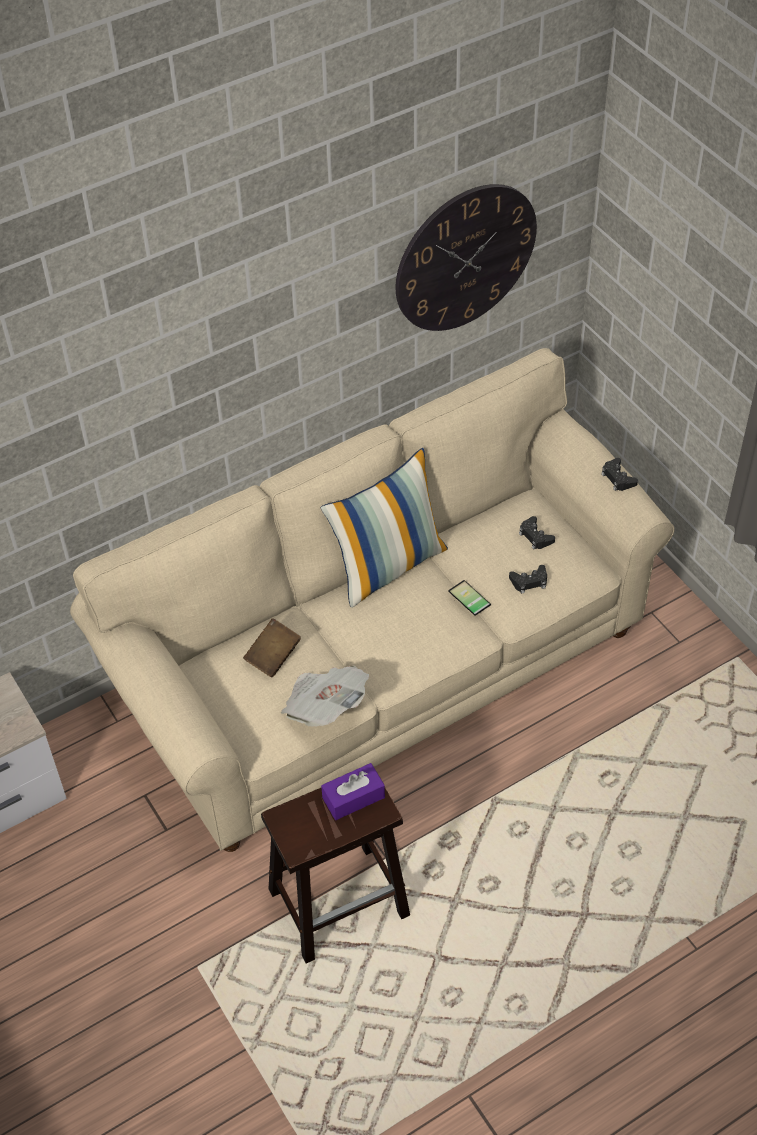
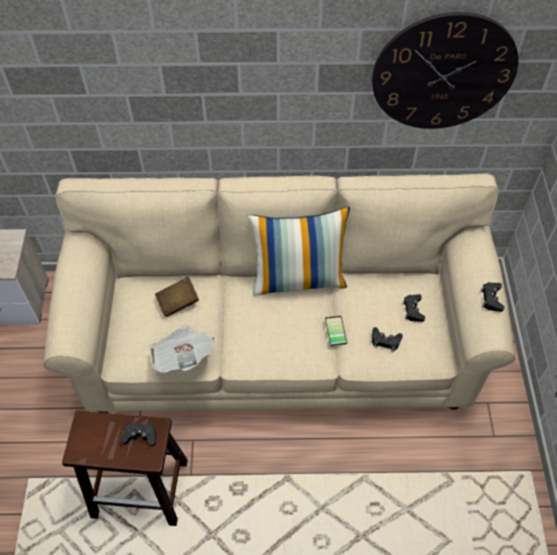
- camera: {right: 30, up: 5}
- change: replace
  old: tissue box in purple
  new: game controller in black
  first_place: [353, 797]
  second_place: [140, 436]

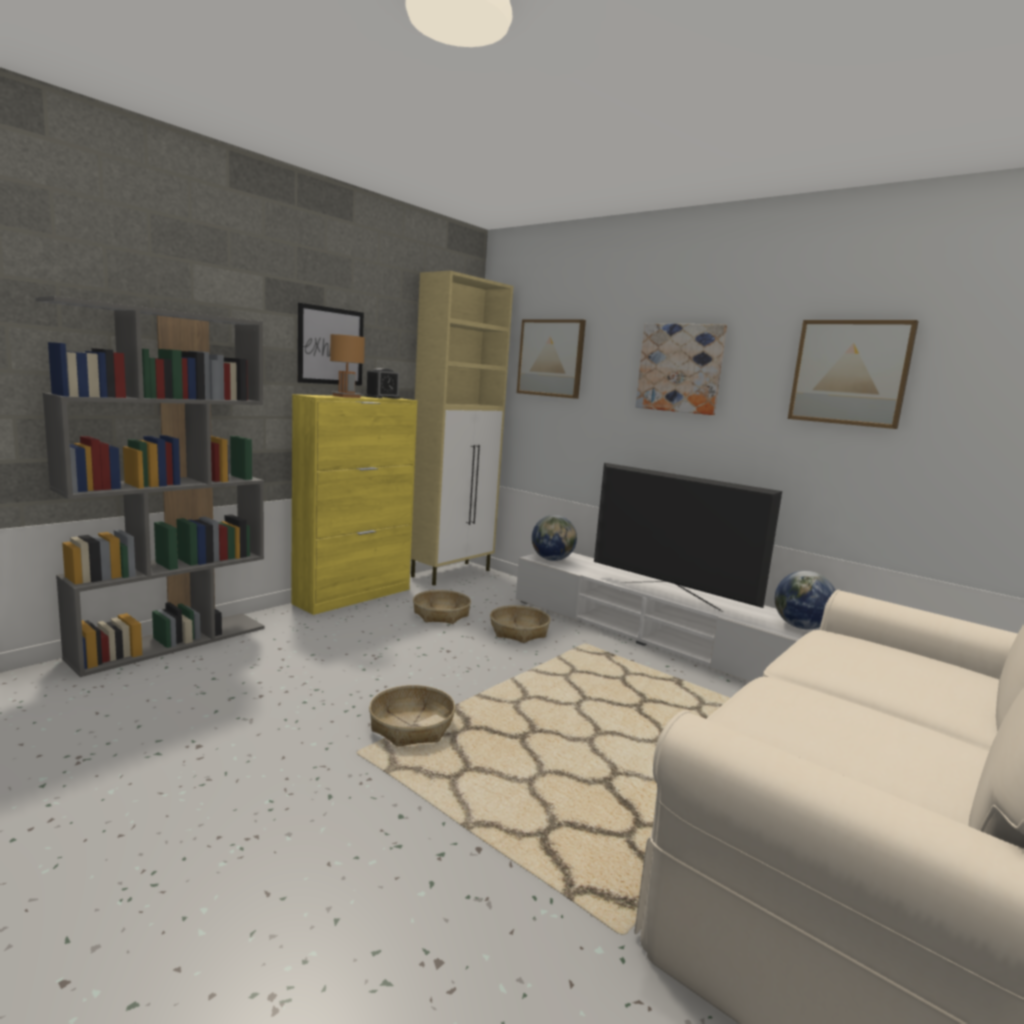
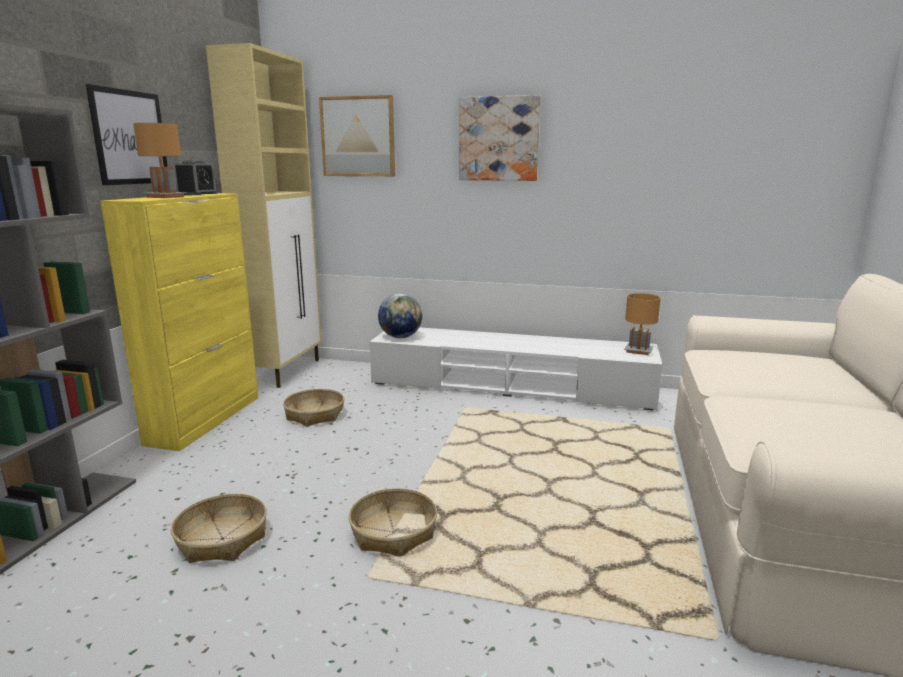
- camera: {right: -25, up: 5}
- change: move
  old: basket
  first_place: [519, 631]
  second_place: [222, 538]
- change: delete
  old: television
  first_place: [670, 596]
- change: replace
  old: globe
  new: table lamp in brown
  first_place: [800, 627]
  second_place: [638, 351]
- change: delete
  old: picture
  first_place: [850, 373]

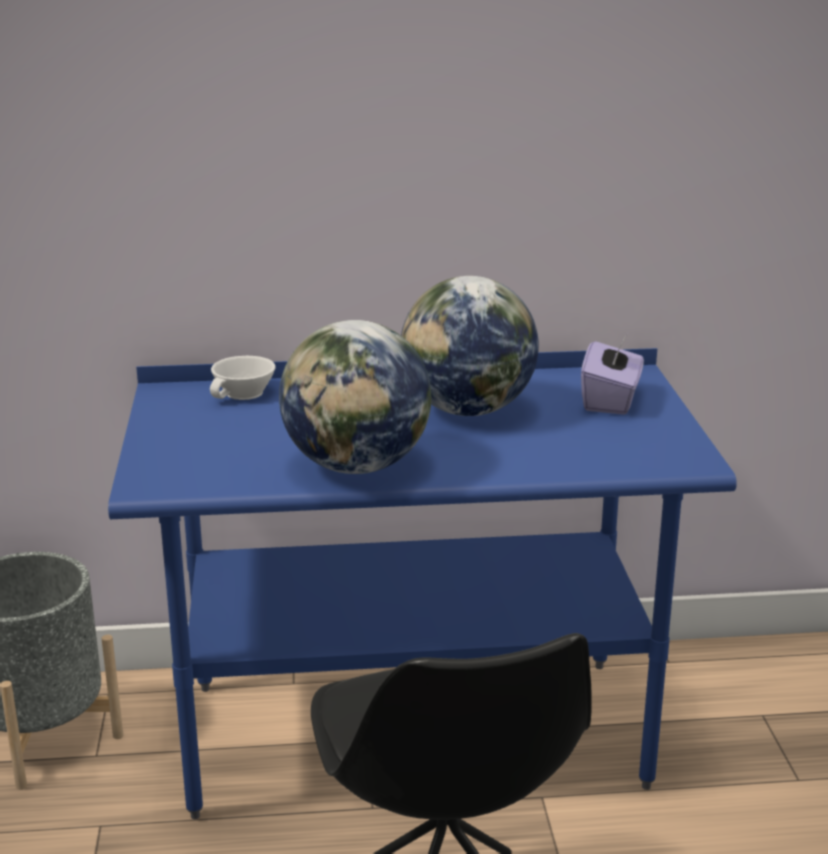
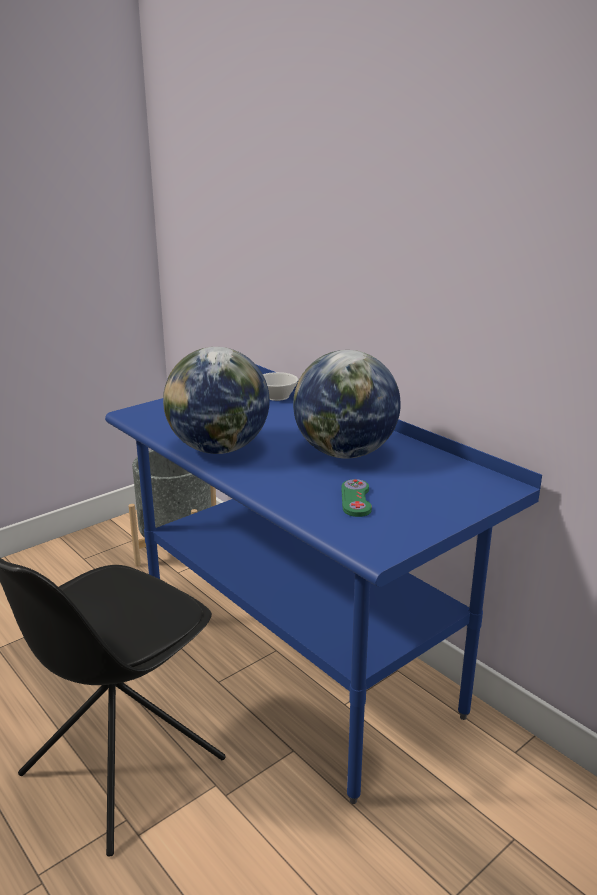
- camera: {right: 55, up: 0}
- change: delete
  old: tissue box in purple
  first_place: [610, 400]
- change: insert
  new: game controller in green
  second_place: [356, 499]

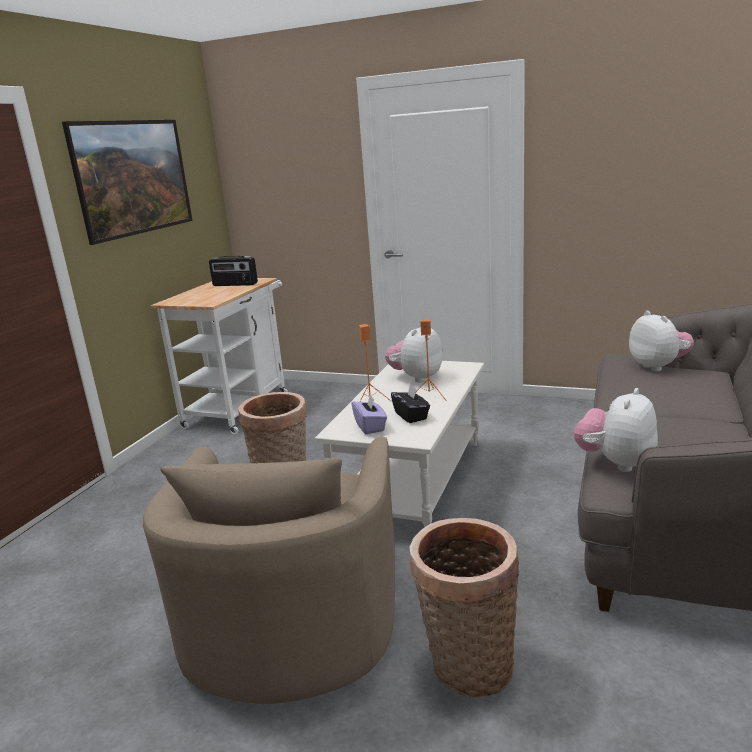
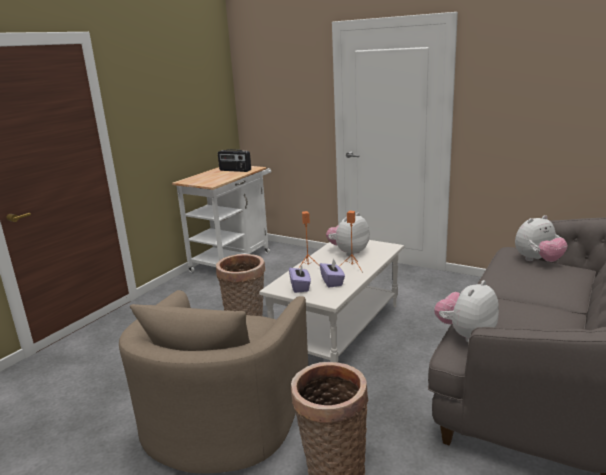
- camera: {right: 10, up: 0}
- change: delete
  old: picture
  first_place: [139, 205]
- change: recolor
  old: tissue box in black
  new: tissue box in purple
  first_place: [411, 416]
  second_place: [332, 282]
- change: rotate
  old: plush toy
  first_place: [658, 366]
  second_place: [538, 261]
  degrees: 75

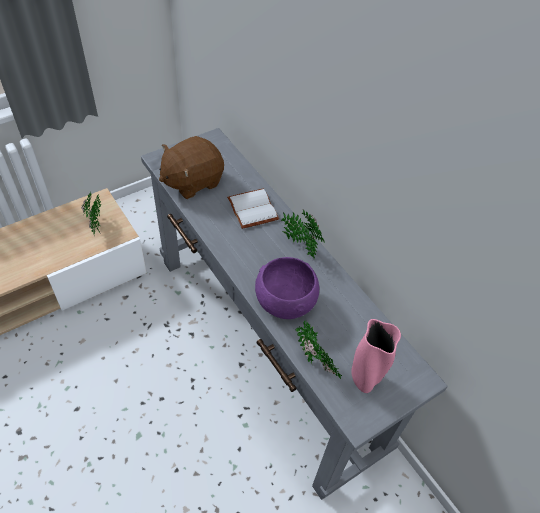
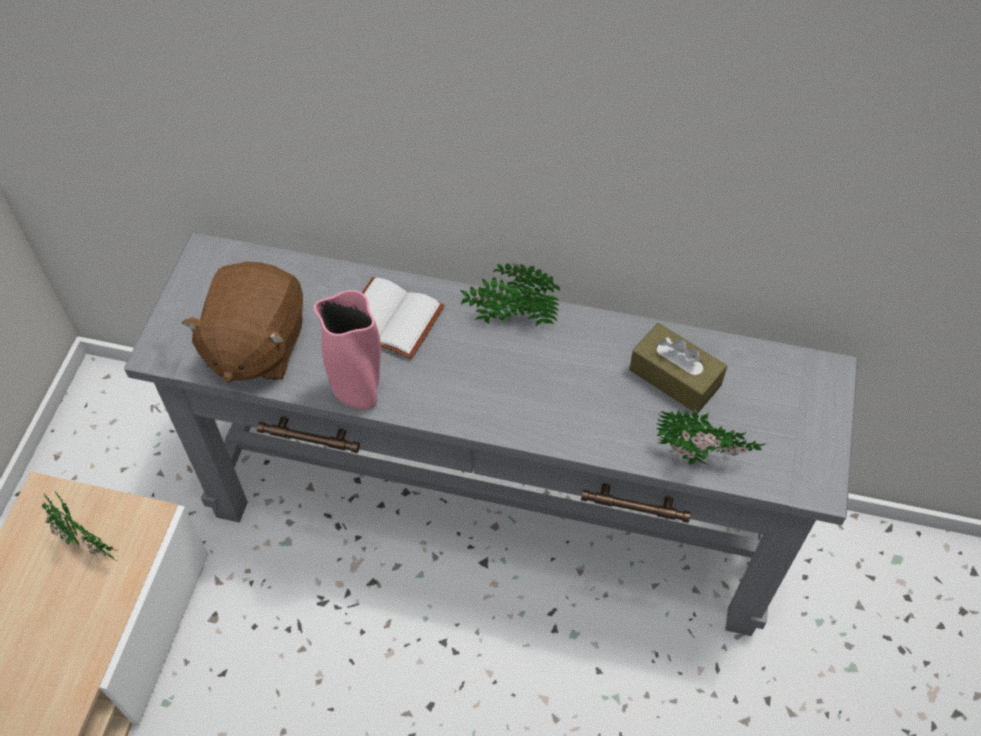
- camera: {right: -40, up: 5}
- change: delete
  old: bowl in purple
  first_place: [285, 302]
- change: move
  old: vase in pink
  first_place: [364, 380]
  second_place: [359, 393]
- change: insert
  new: tissue box in brown
  second_place: [674, 377]

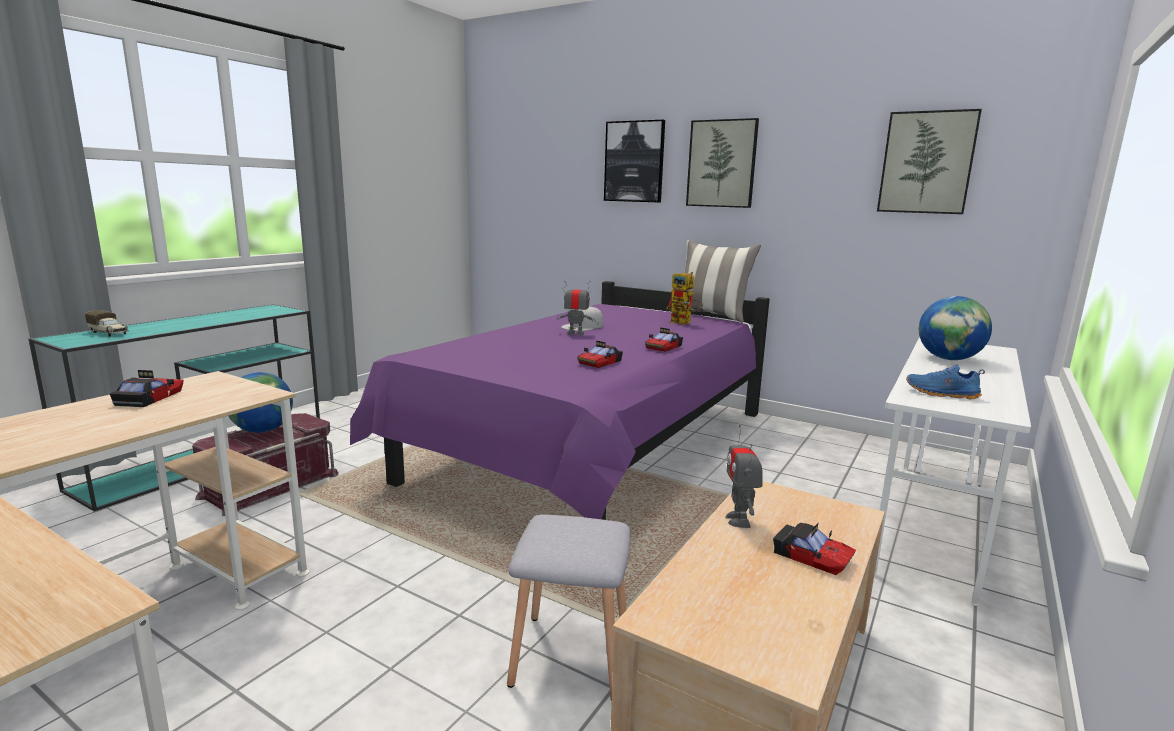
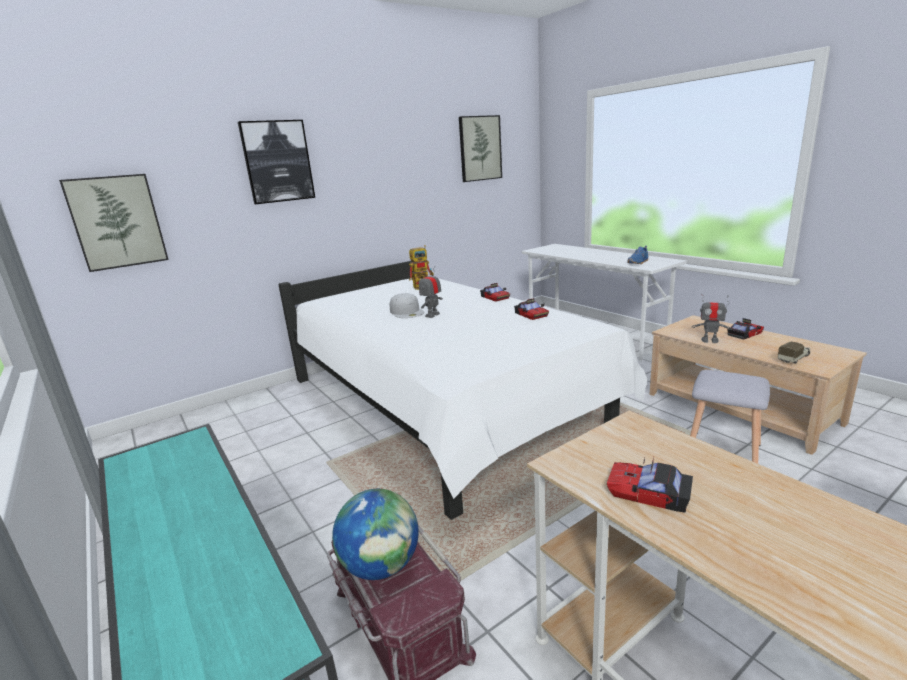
- camera: {right: -65, up: 5}
- change: move
  old: toy truck
  first_place: [109, 333]
  second_place: [793, 358]
- change: recolor
  old: bed in purple
  new: bed in white
  first_place: [592, 449]
  second_place: [441, 406]
- change: delete
  old: pillow
  first_place: [711, 315]
- change: move
  old: picture
  first_place: [722, 164]
  second_place: [117, 222]
- change: delete
  old: globe
  first_place: [949, 359]

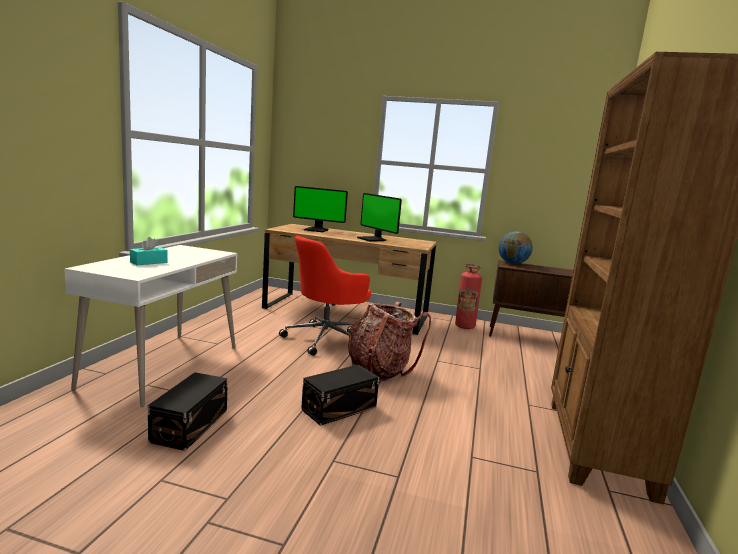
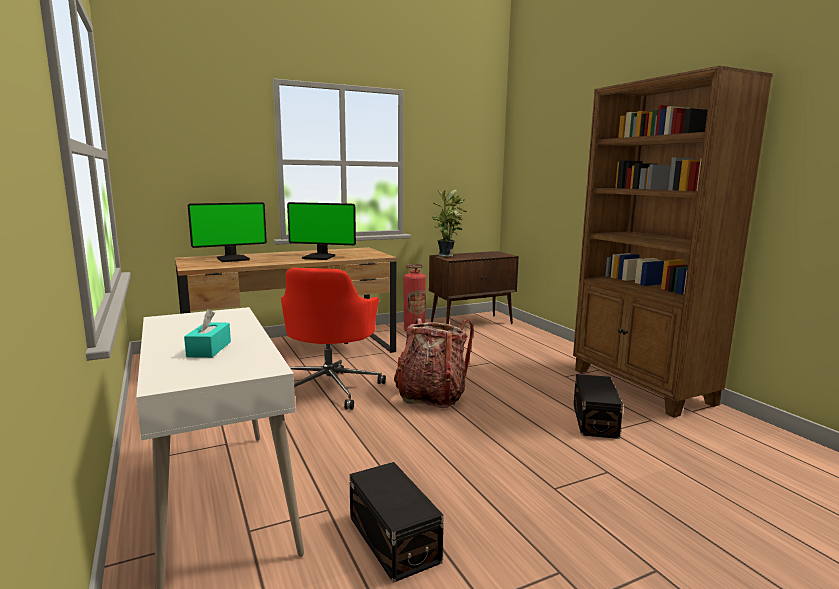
- camera: {right: -40, up: 0}
- change: move
  old: storage box in black
  first_place: [338, 408]
  second_place: [593, 420]
- change: replace
  old: globe
  new: potted plant
  first_place: [512, 263]
  second_place: [446, 255]

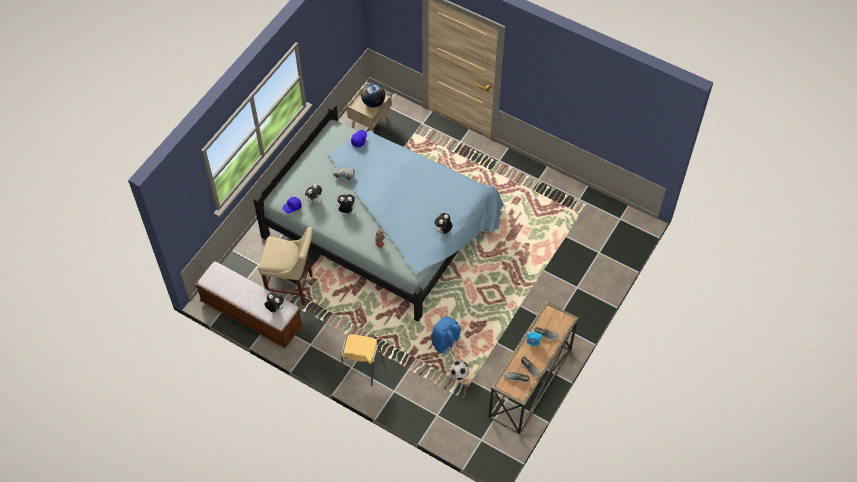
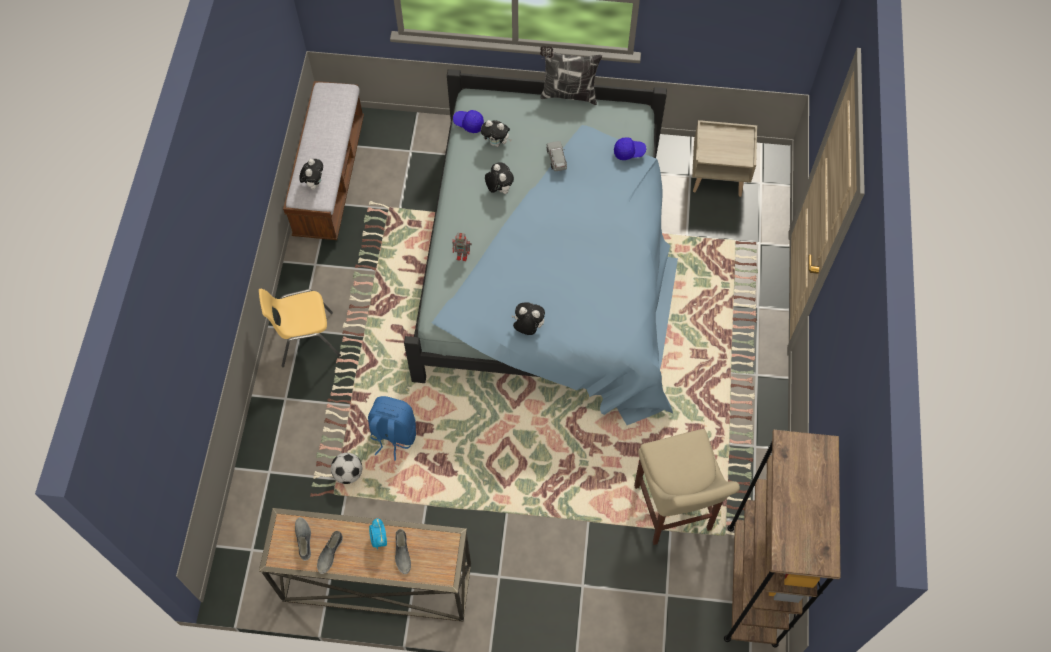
- camera: {right: 65, up: 5}
- change: move
  old: stool in beige
  first_place: [292, 288]
  second_place: [673, 512]
- change: delete
  old: globe
  first_place: [373, 103]
- change: insert
  new: pillow
  second_place: [568, 94]
- change: insert
  new: bookcase in brown
  second_place: [752, 584]

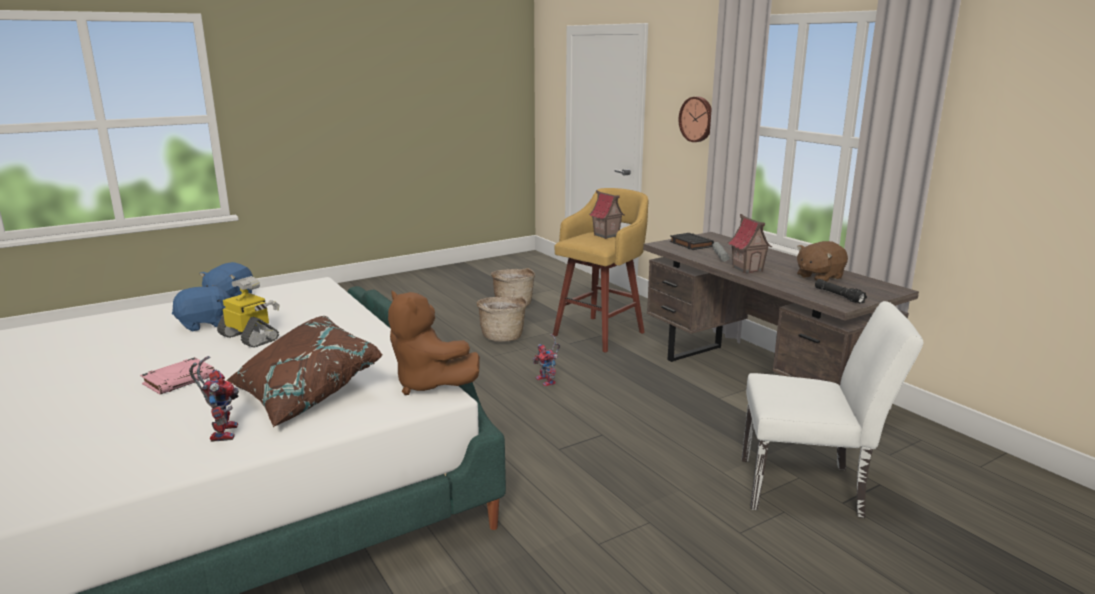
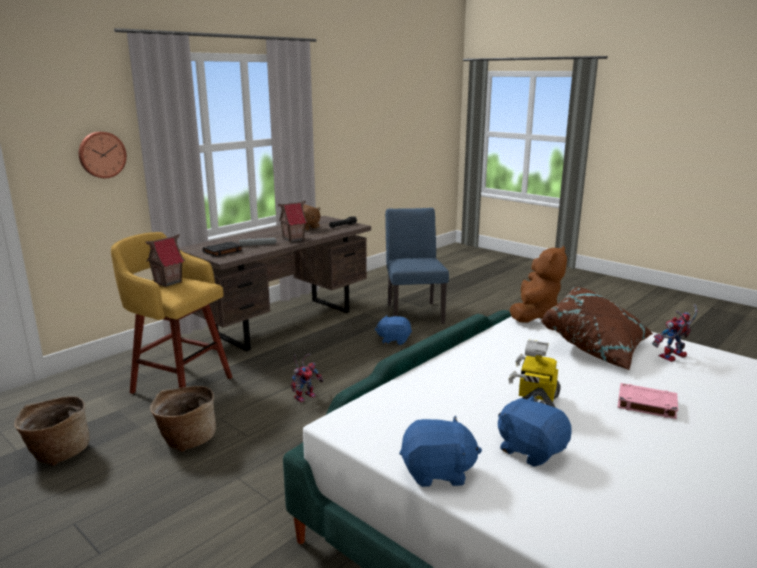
- camera: {right: -105, up: 0}
- change: recolor
  old: chair in white
  new: chair in blue
  first_place: [811, 488]
  second_place: [413, 311]
- change: insert
  new: plush toy in blue
  second_place: [394, 340]

